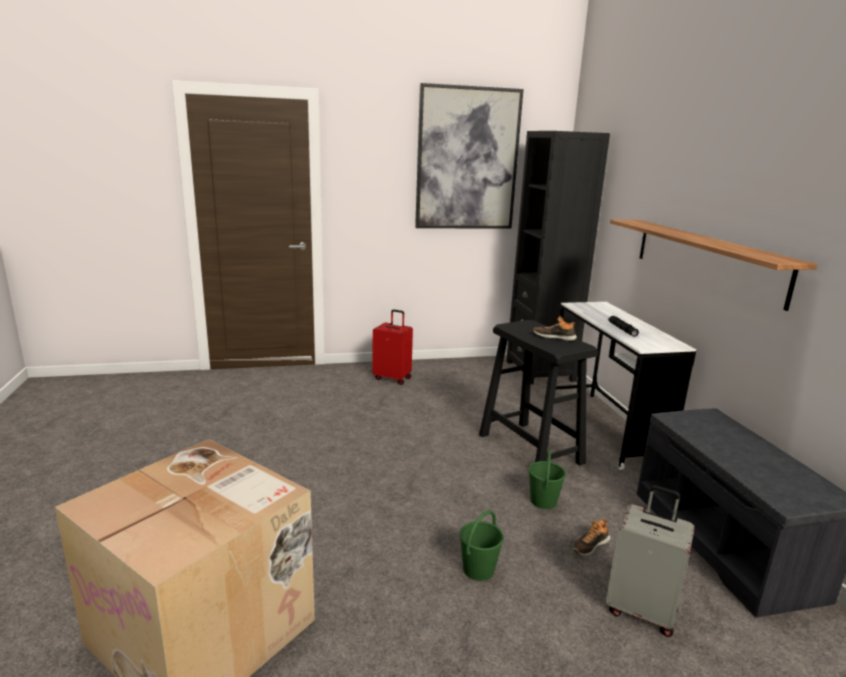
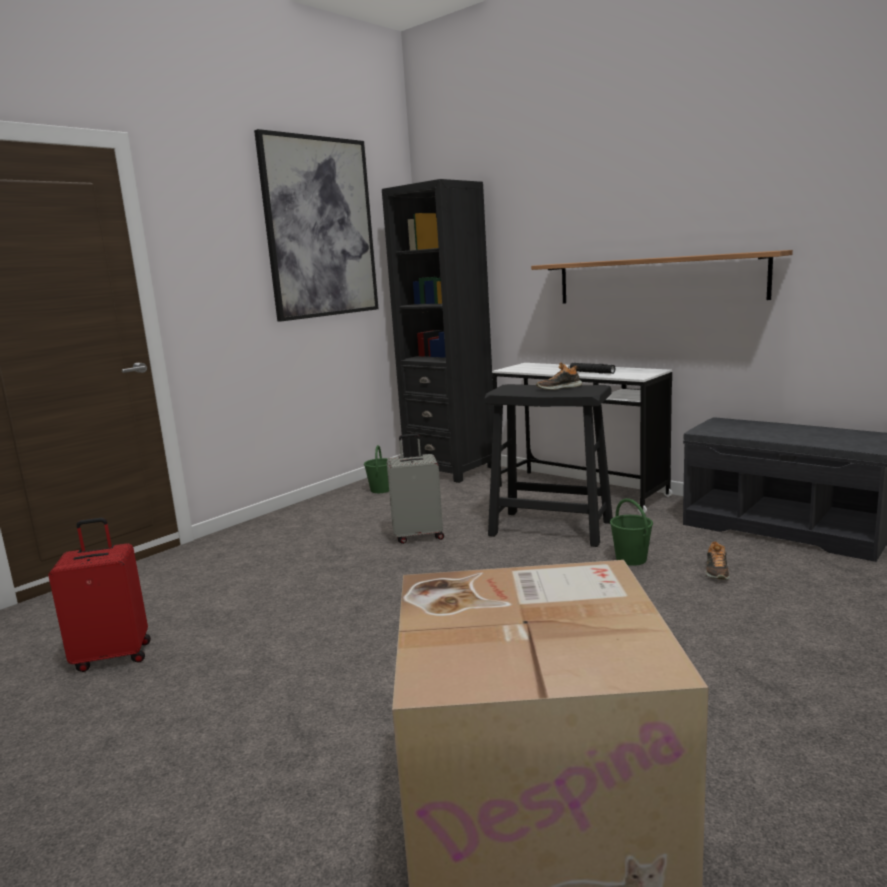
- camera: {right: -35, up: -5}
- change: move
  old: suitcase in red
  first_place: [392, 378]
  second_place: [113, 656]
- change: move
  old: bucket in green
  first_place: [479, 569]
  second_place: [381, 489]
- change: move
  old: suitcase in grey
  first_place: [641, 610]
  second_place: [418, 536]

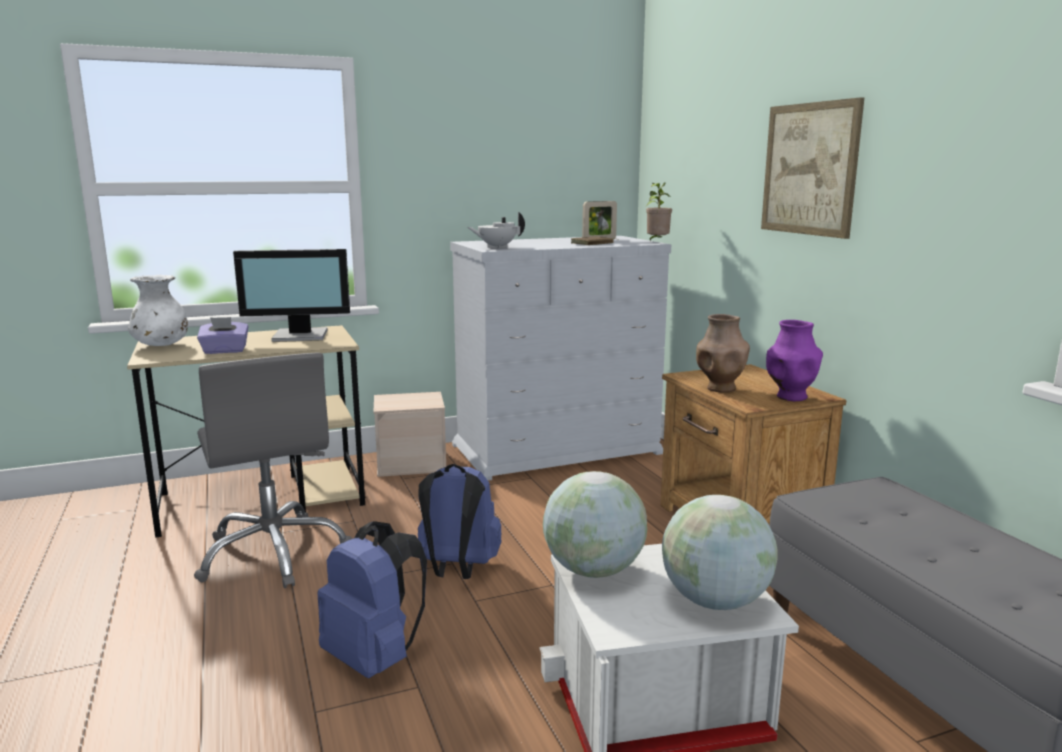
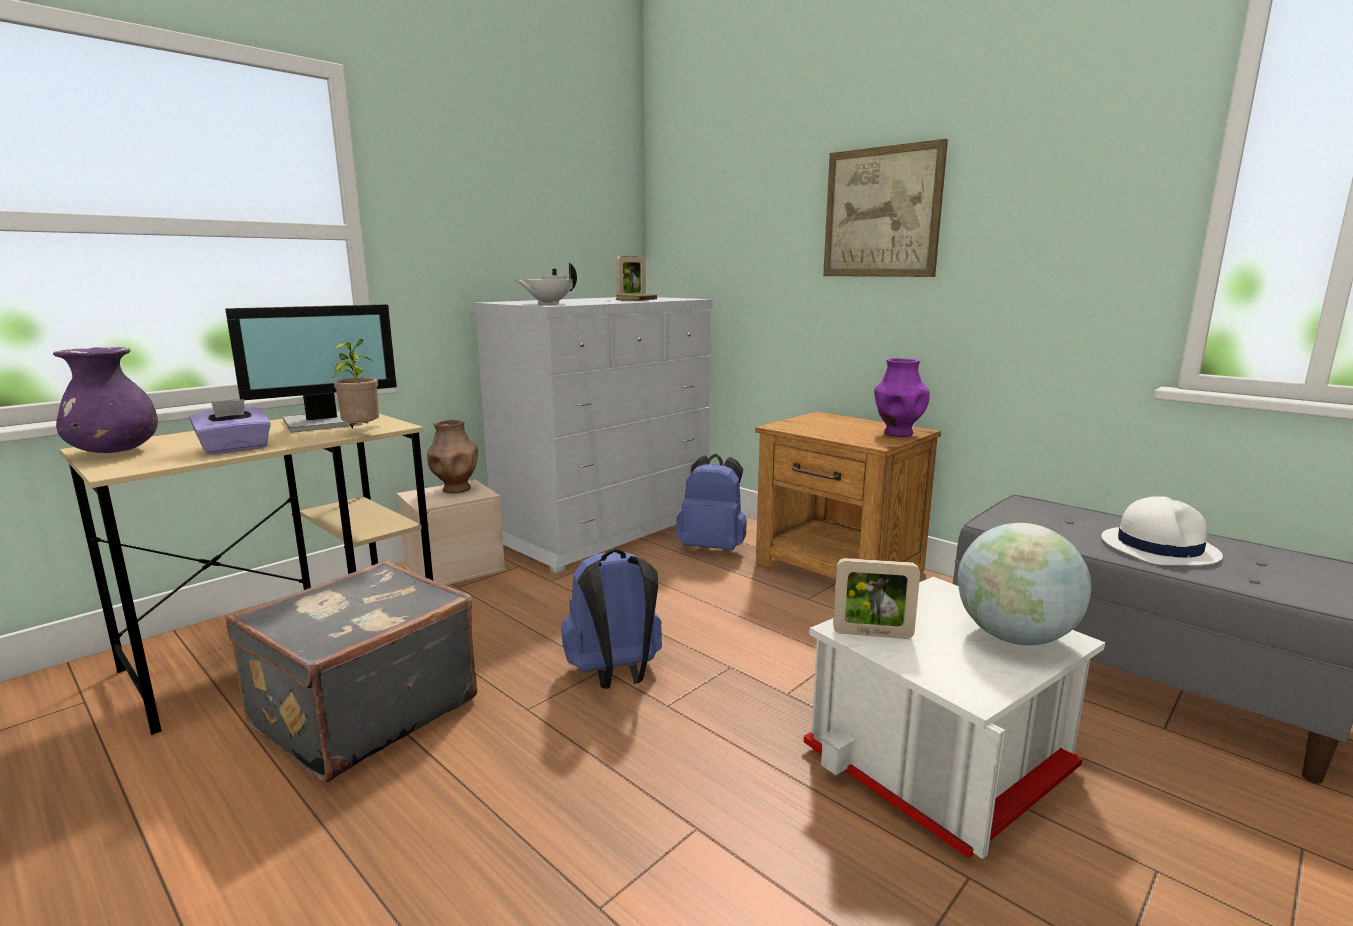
- camera: {right: -25, up: 0}
- change: recolor
  old: vase in white
  new: vase in purple
  first_place: [161, 345]
  second_place: [115, 452]
- change: replace
  old: office chair in grey
  new: suitcase in grey
  first_place: [274, 553]
  second_place: [361, 712]
- change: move
  old: backpack in blue
  first_place: [375, 658]
  second_place: [713, 547]
- change: replace
  old: globe
  new: picture frame
  first_place: [594, 570]
  second_place: [872, 634]
- change: move
  old: potted plant
  first_place: [657, 243]
  second_place: [361, 432]
- change: move
  old: vase in brown
  first_place: [720, 388]
  second_place: [455, 489]
- change: insert
  new: hat in white
  second_place: [1158, 547]

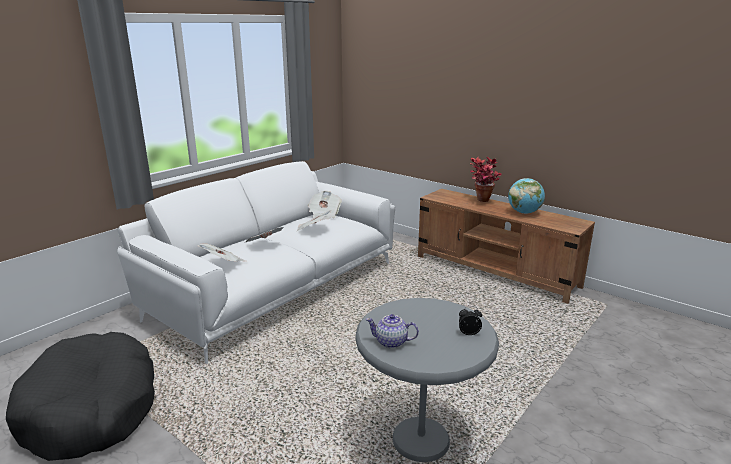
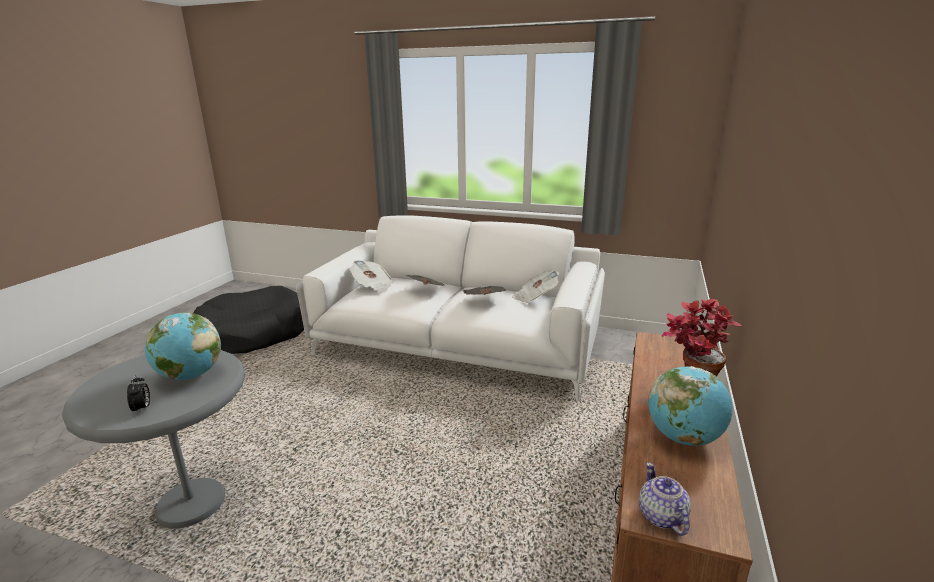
- camera: {right: 70, up: 0}
- change: move
  old: teapot
  first_place: [391, 342]
  second_place: [661, 517]
- change: insert
  new: globe
  second_place: [190, 376]

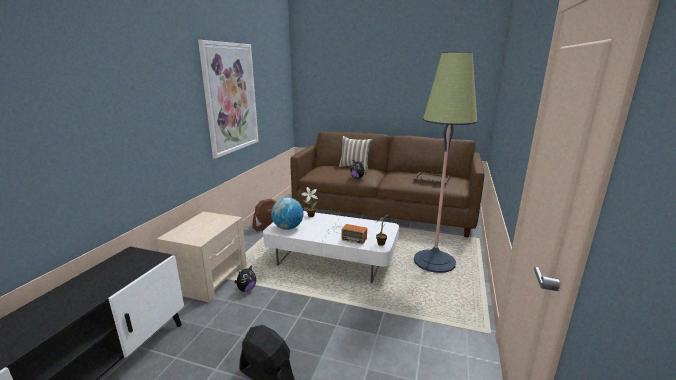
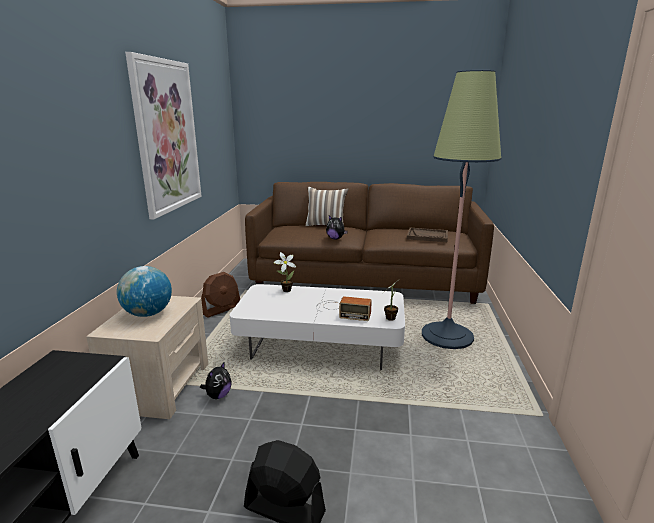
- camera: {right: -10, up: 0}
- change: move
  old: globe
  first_place: [288, 228]
  second_place: [148, 314]

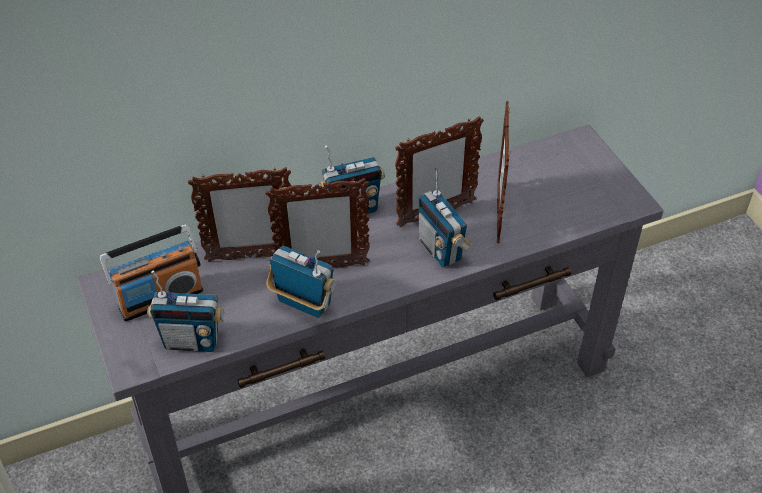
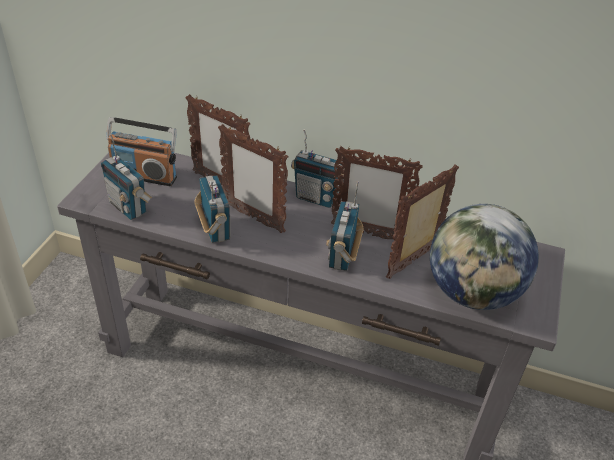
- camera: {right: 40, up: -5}
- change: insert
  new: globe
  second_place: [472, 293]

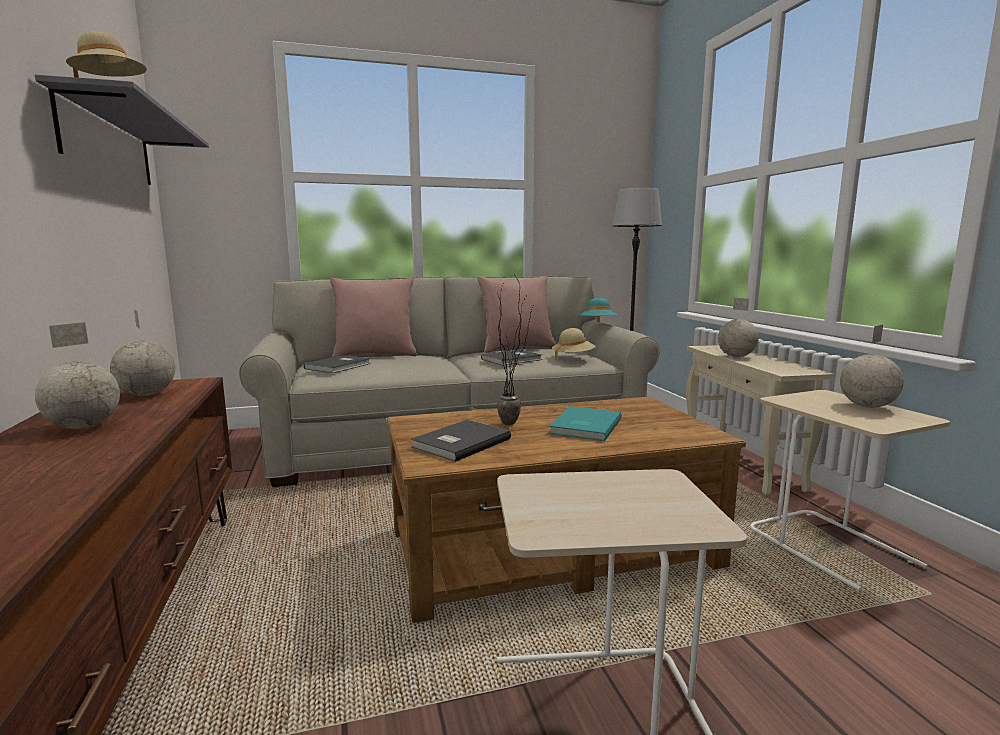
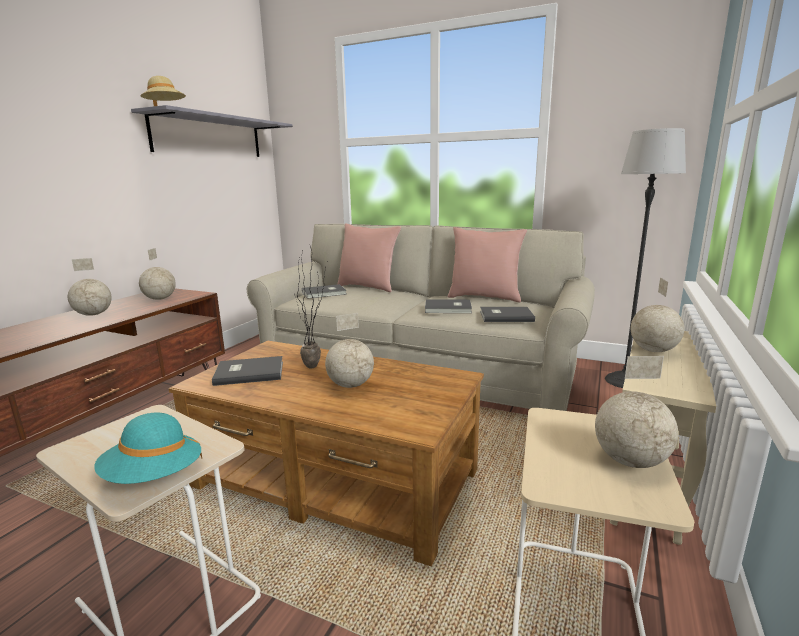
- camera: {right: 40, up: 5}
- change: replace
  old: book in turquoise
  new: globe
  first_place: [583, 426]
  second_place: [350, 385]
- change: replace
  old: hat in beige
  new: book in grey
  first_place: [573, 357]
  second_place: [505, 316]
- change: move
  old: hat in turquoise
  first_place: [598, 325]
  second_place: [154, 477]

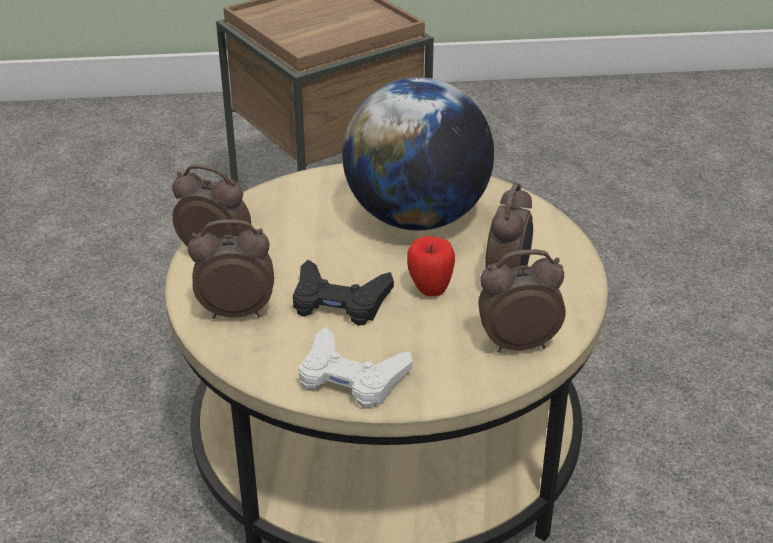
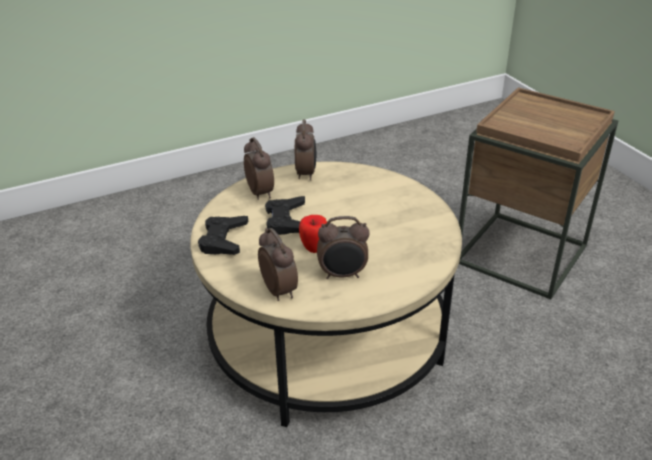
- camera: {right: 70, up: 0}
- change: recolor
  old: game controller in white
  new: game controller in black
  first_place: [351, 377]
  second_place: [223, 240]
- change: delete
  old: globe
  first_place: [417, 218]

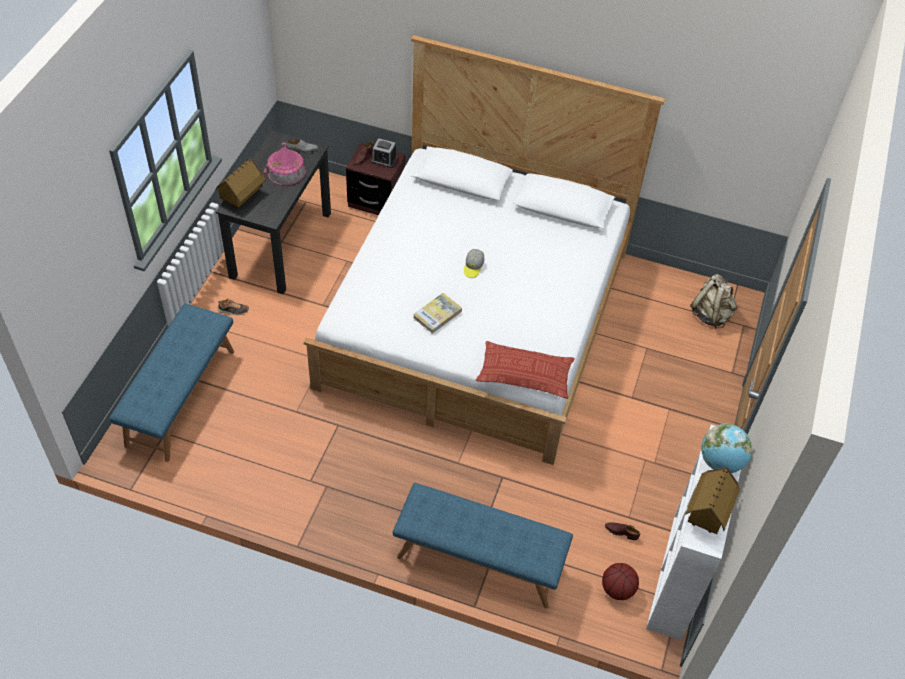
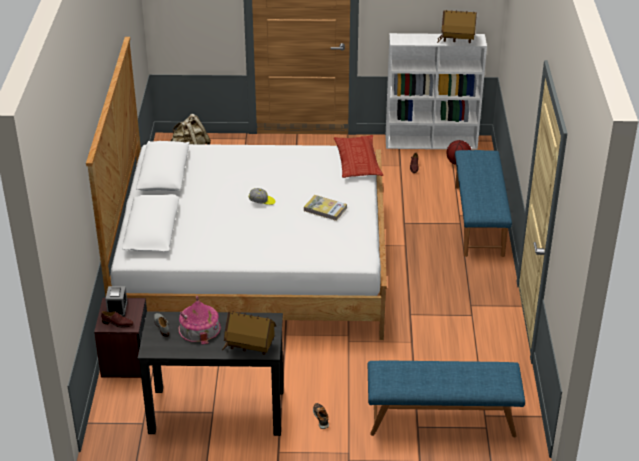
- camera: {right: -105, up: -15}
- change: delete
  old: globe
  first_place: [721, 462]

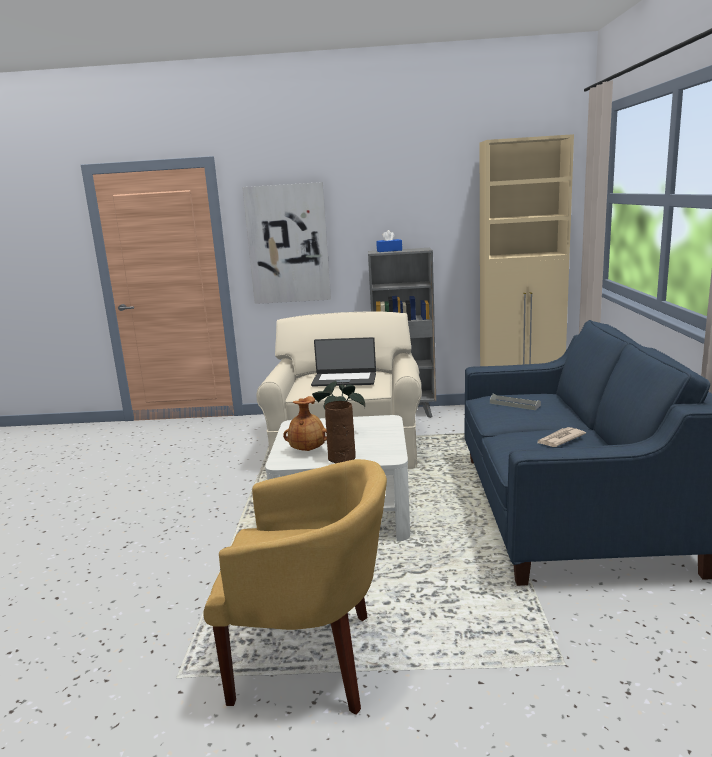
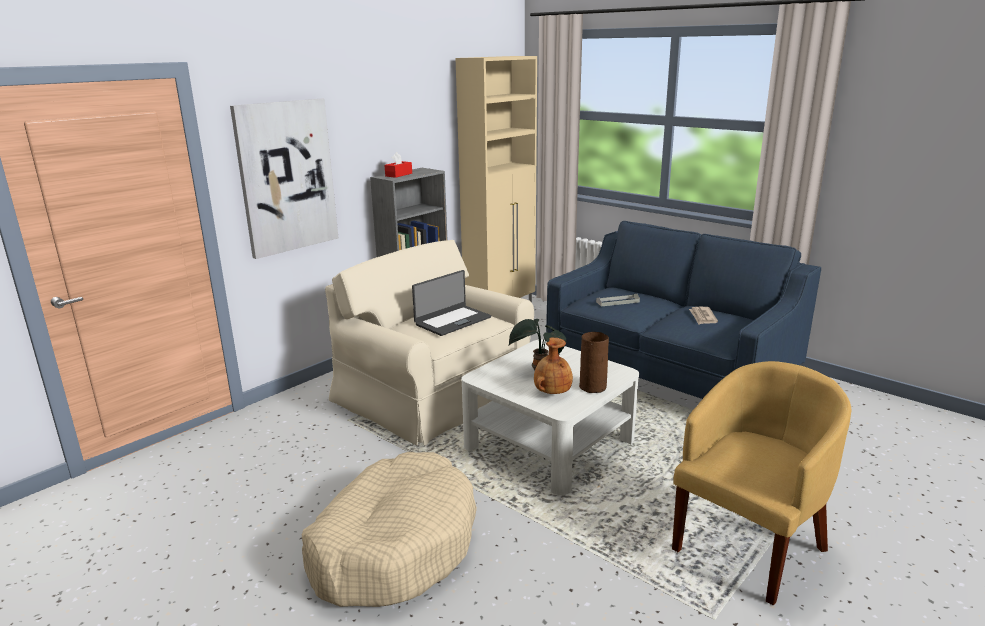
- camera: {right: -50, up: 5}
- change: recolor
  old: tissue box in blue
  new: tissue box in red
  first_place: [389, 250]
  second_place: [398, 175]
- change: insert
  new: dog bed in beige
  second_place: [394, 545]

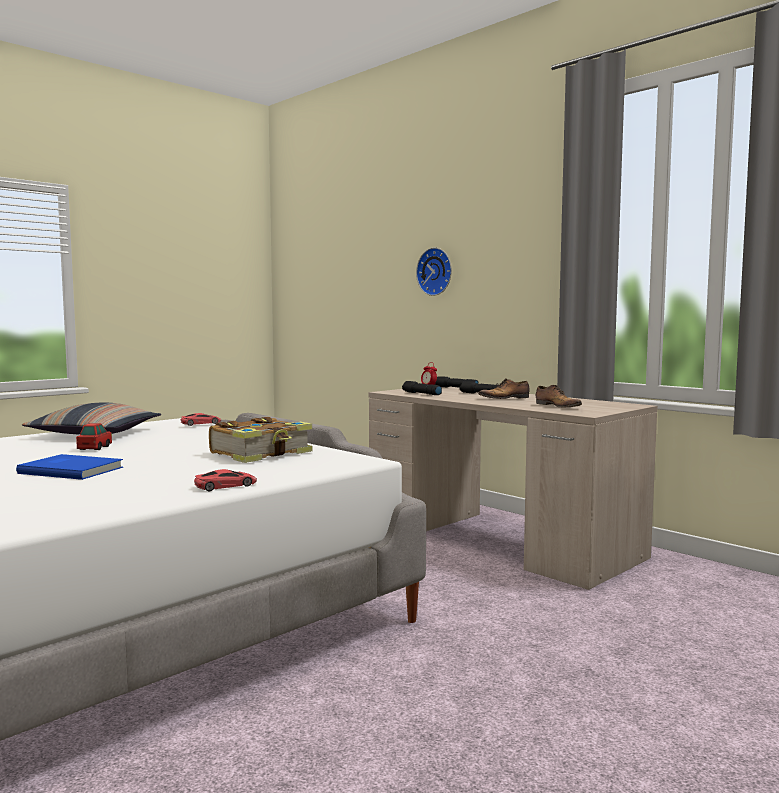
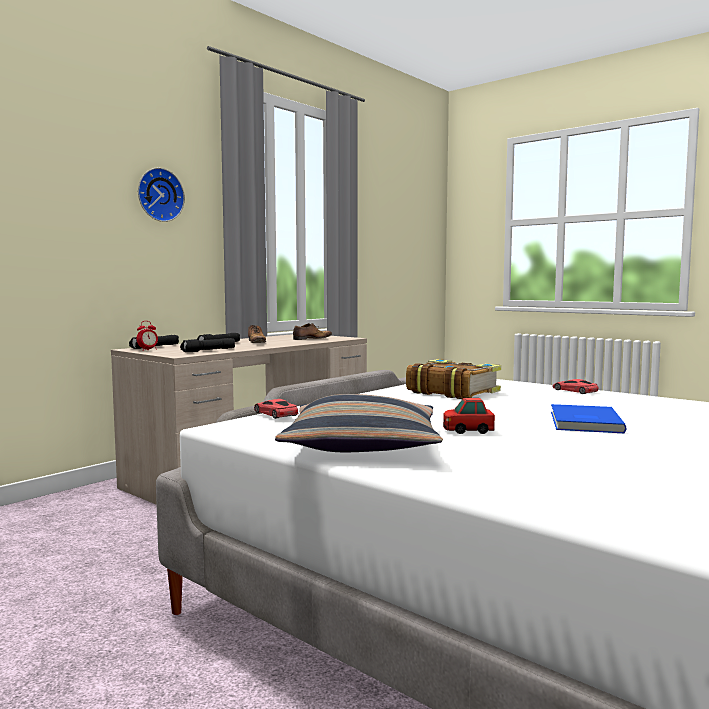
- camera: {right: -95, up: 0}
- change: move
  old: wall clock
  first_place: [436, 271]
  second_place: [159, 195]

